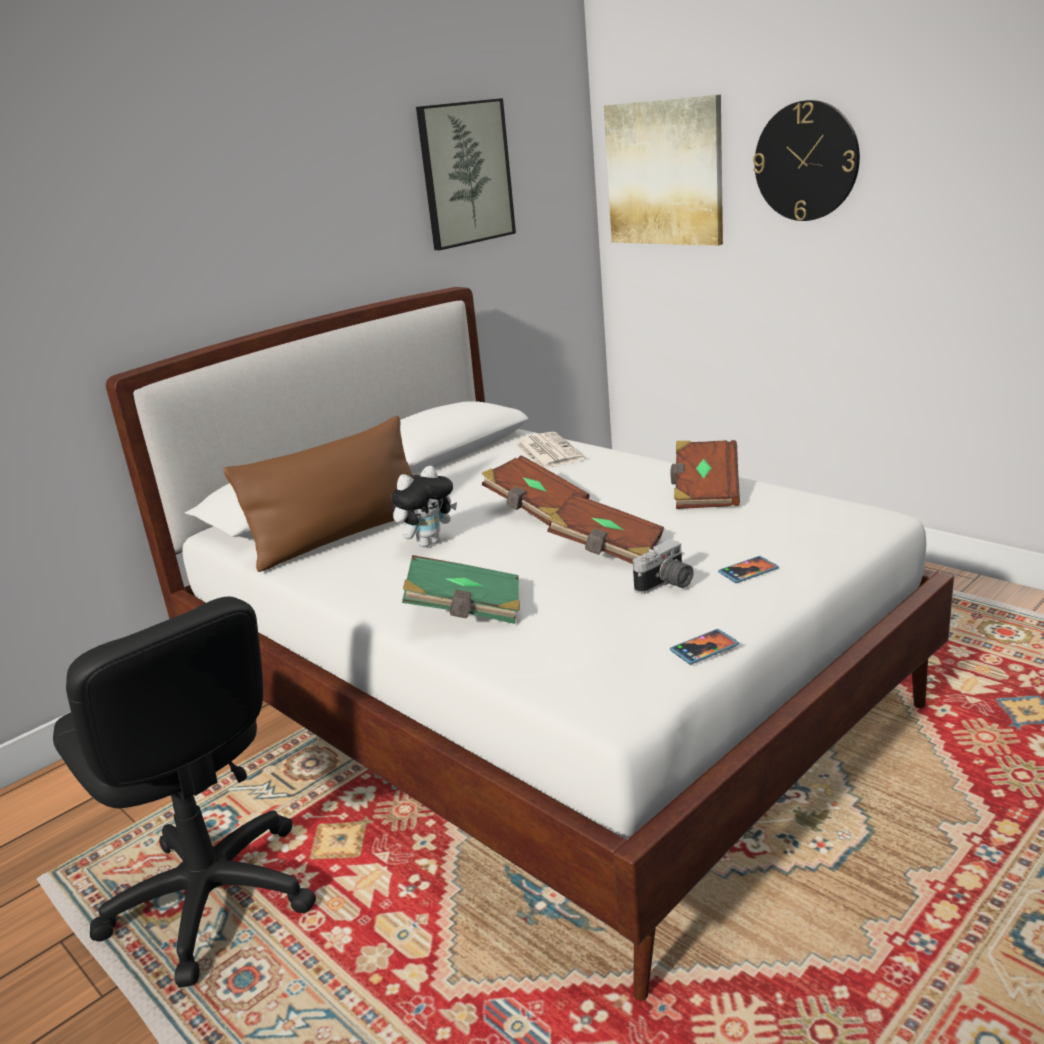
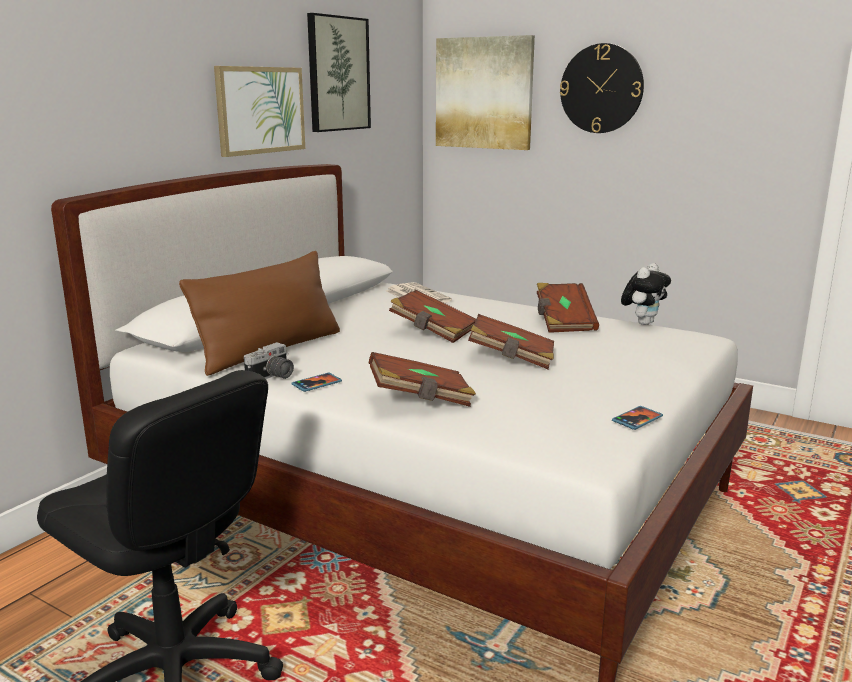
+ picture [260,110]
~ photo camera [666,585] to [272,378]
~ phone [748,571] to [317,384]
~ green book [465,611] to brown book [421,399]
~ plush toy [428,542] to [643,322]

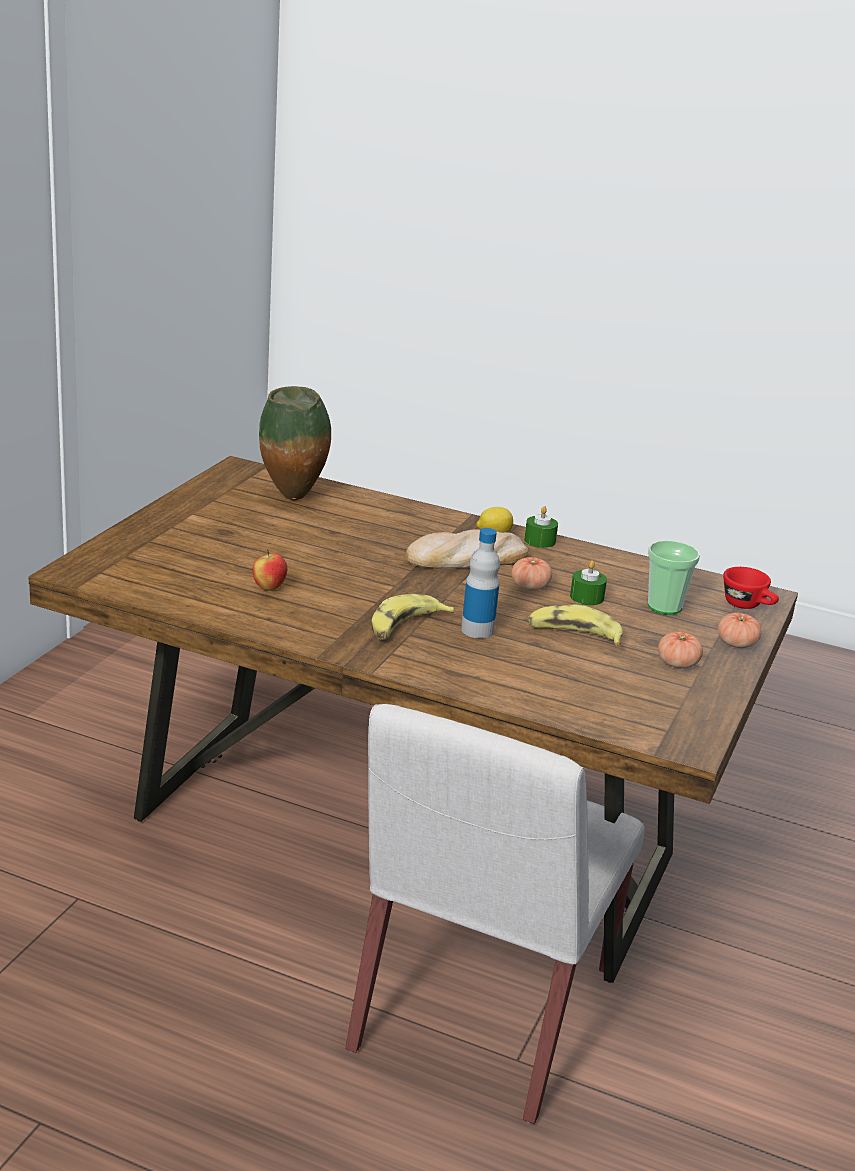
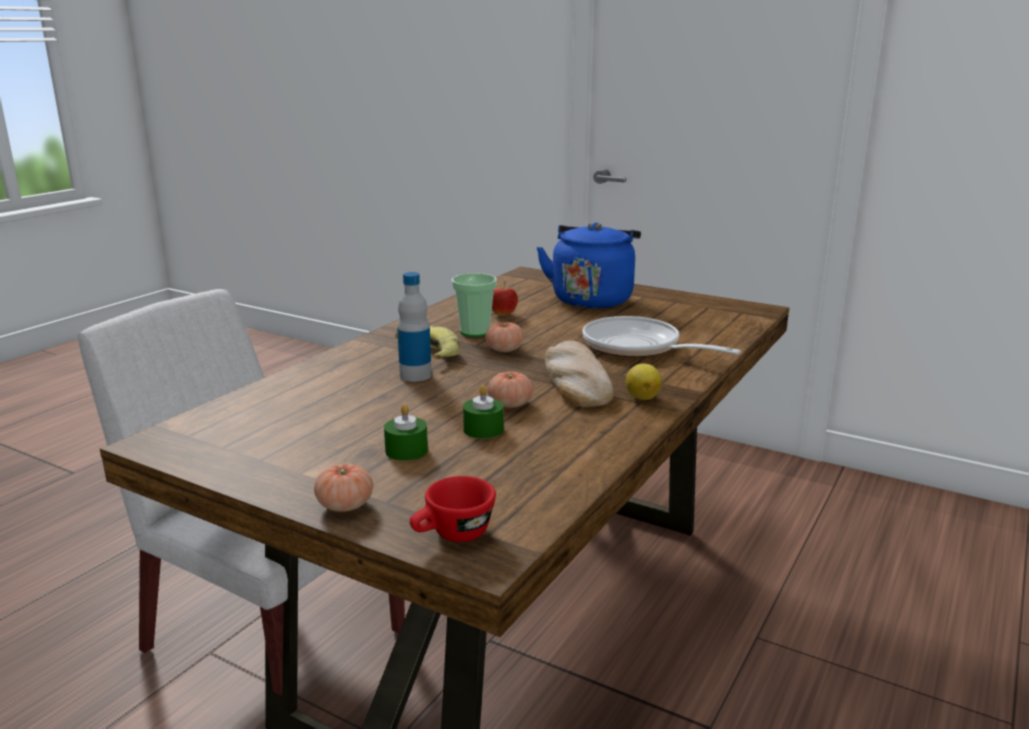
~ green candle [540,541] to [406,451]
~ cup [664,606] to [475,332]
~ tomato [677,663] to [504,349]
+ blue kettle [592,299]
+ frying pan [638,347]
- vase [293,498]
- banana [574,635]

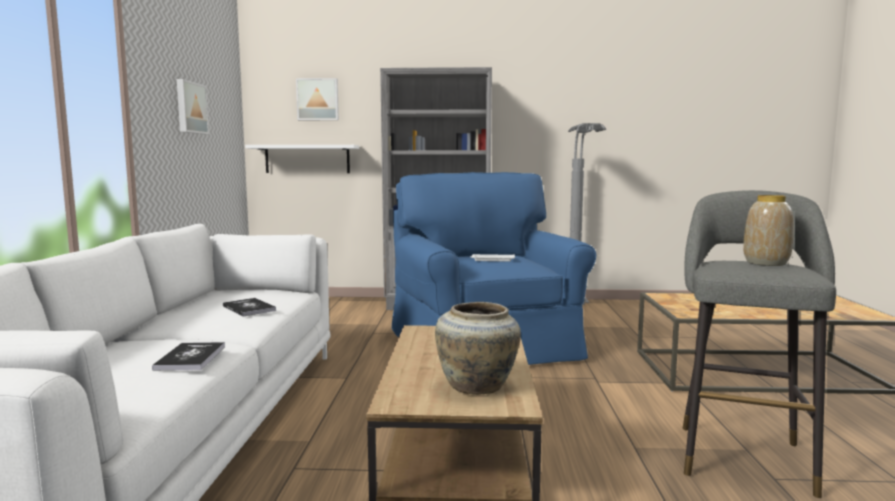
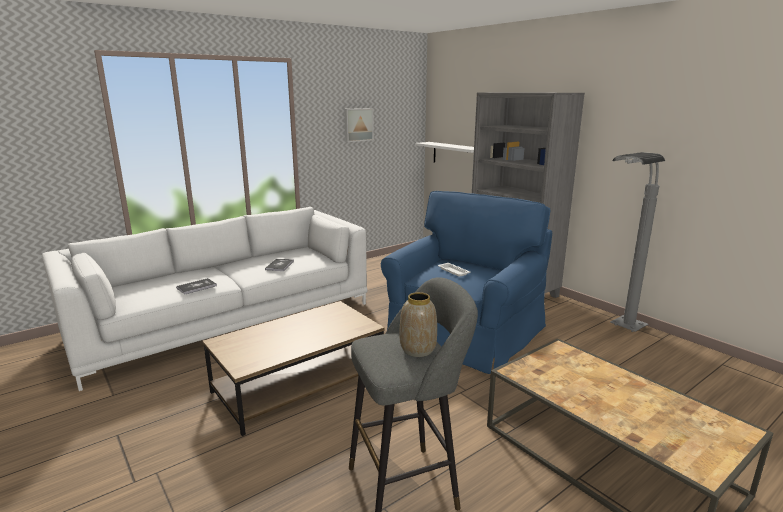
- picture [318,99]
- beige vase [478,387]

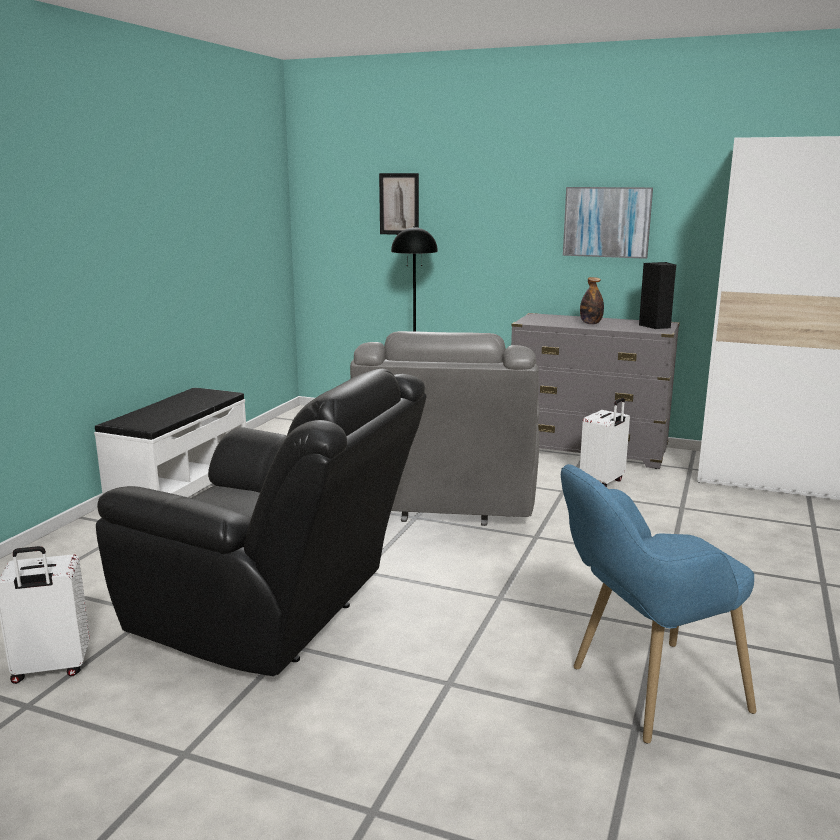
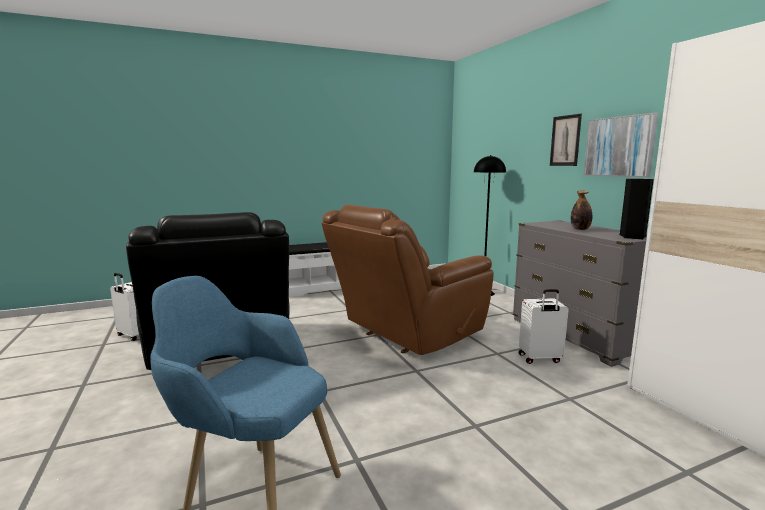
~ grey armchair [448,507] to brown armchair [406,336]
~ picture [399,204] to [565,140]

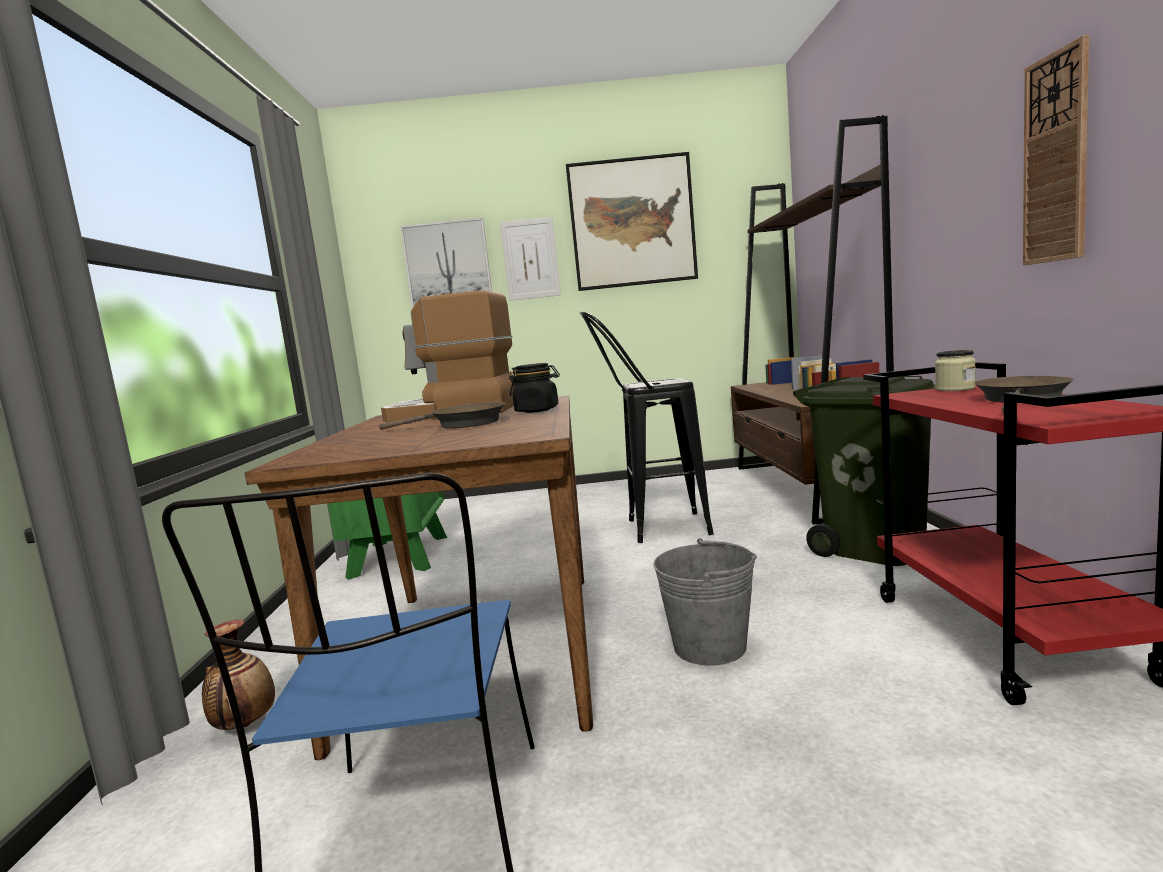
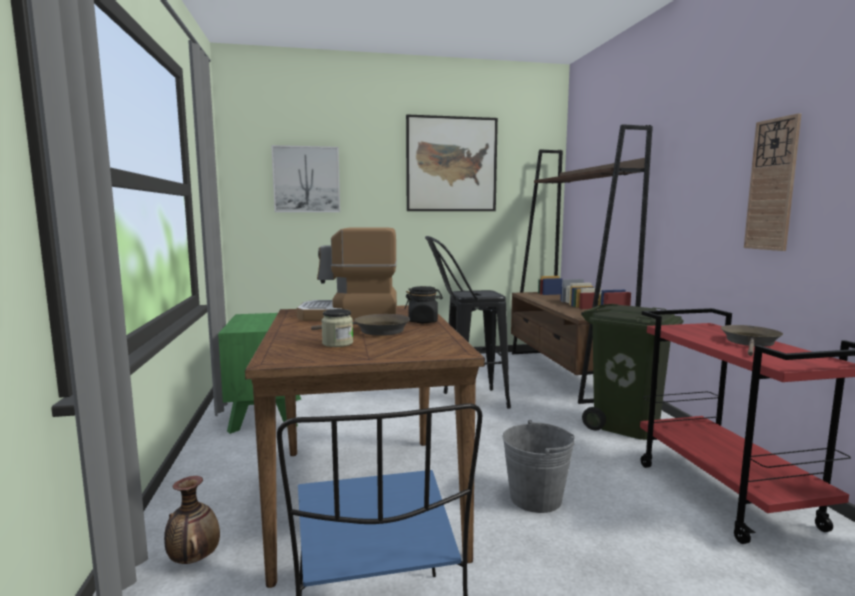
~ jar [955,389] to [337,343]
- picture [530,259]

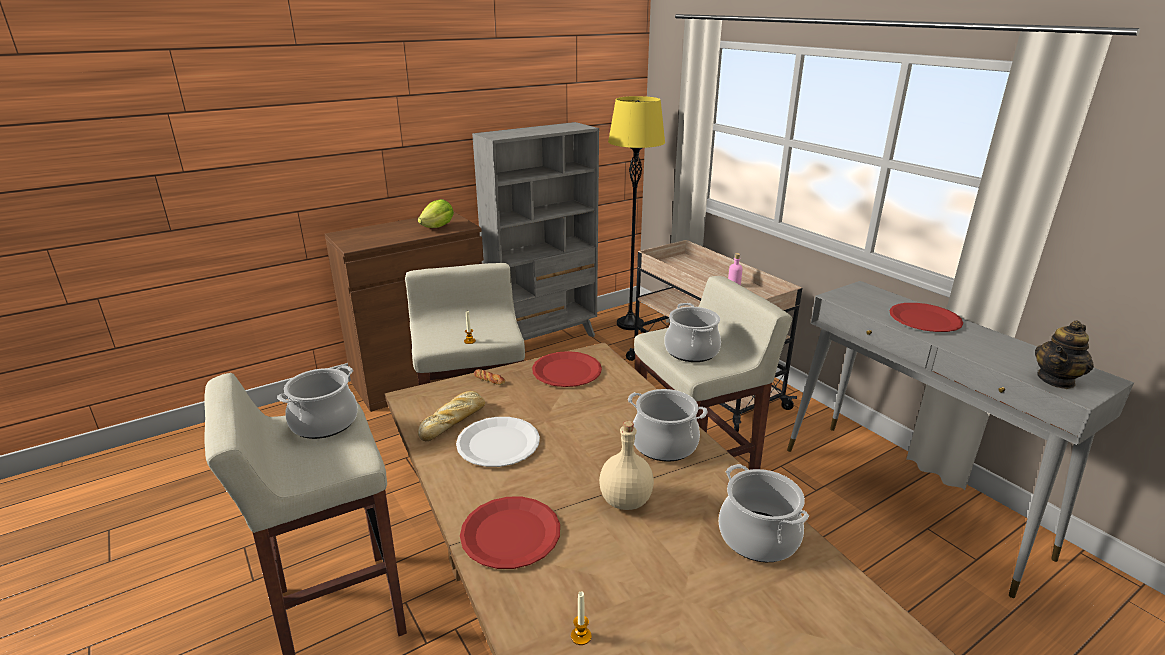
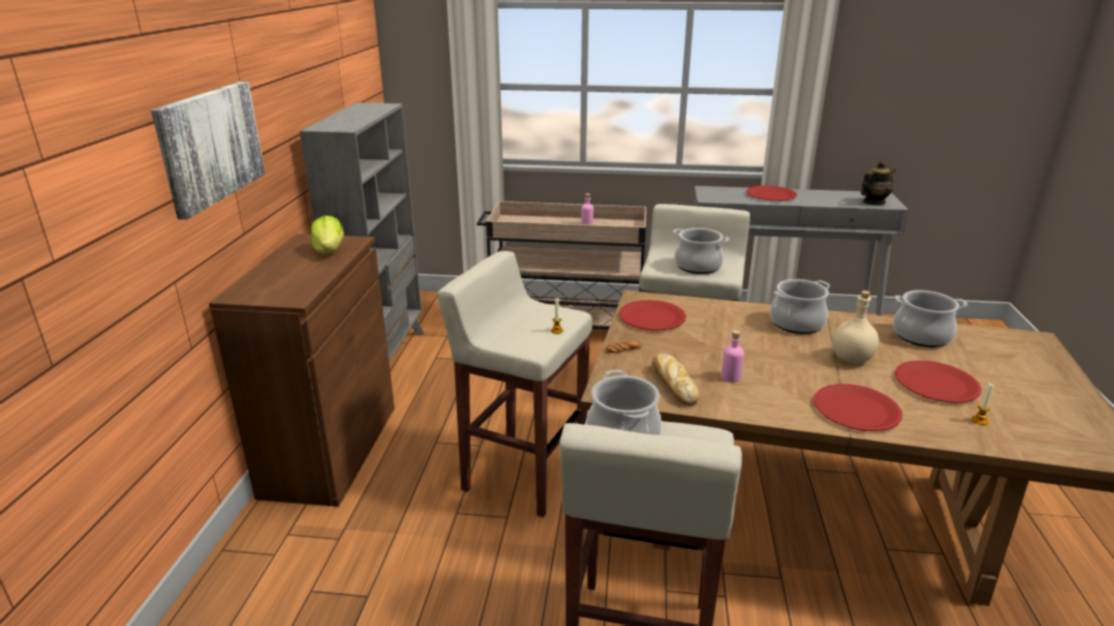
+ picture [210,146]
~ white plate [498,443] to pink bottle [730,377]
~ teapot [1056,380] = [873,202] 120 degrees counterclockwise
+ red plate [936,384]
- yellow floor lamp [630,324]

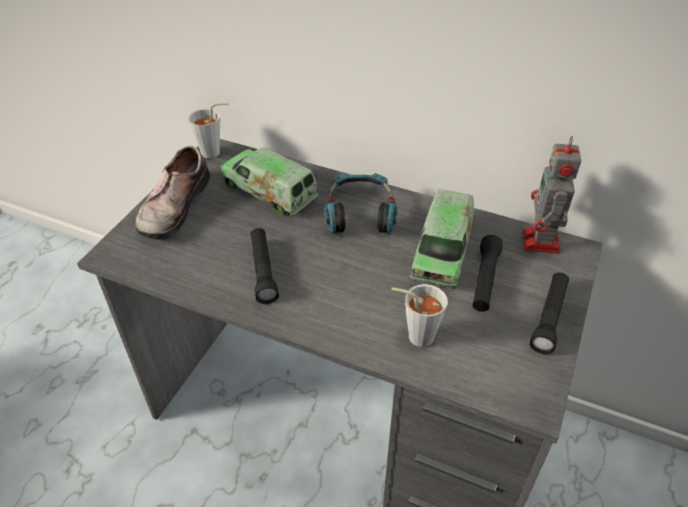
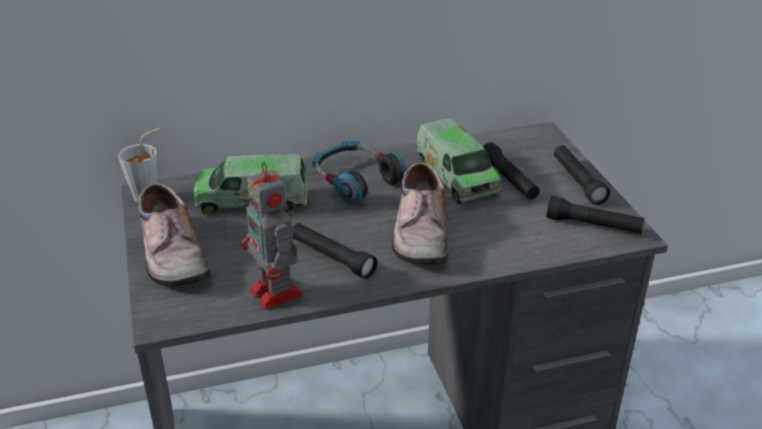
~ toy robot [540,243] to [277,294]
+ shoe [418,232]
+ black flashlight [593,225]
- grey cup [415,335]

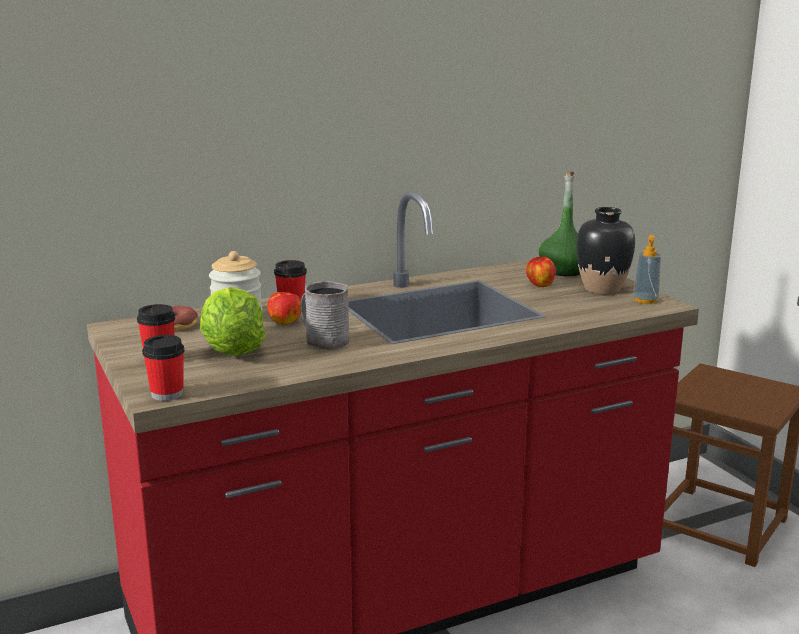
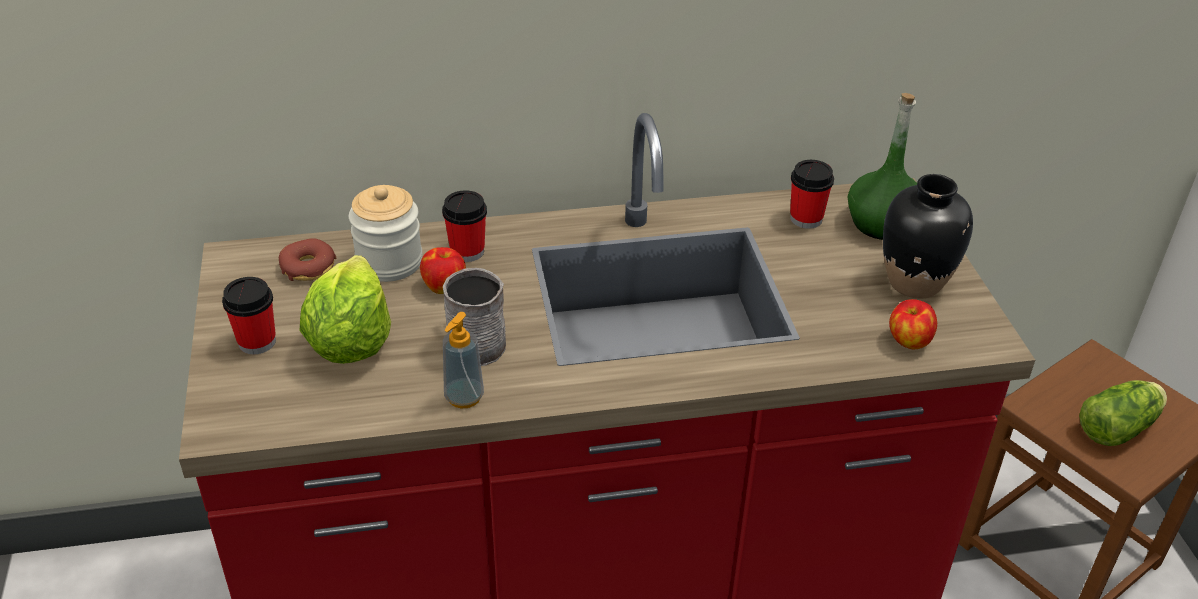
~ soap dispenser [645,300] to [464,397]
~ cup [167,394] to [806,219]
~ apple [540,285] to [908,341]
+ lettuce [1120,427]

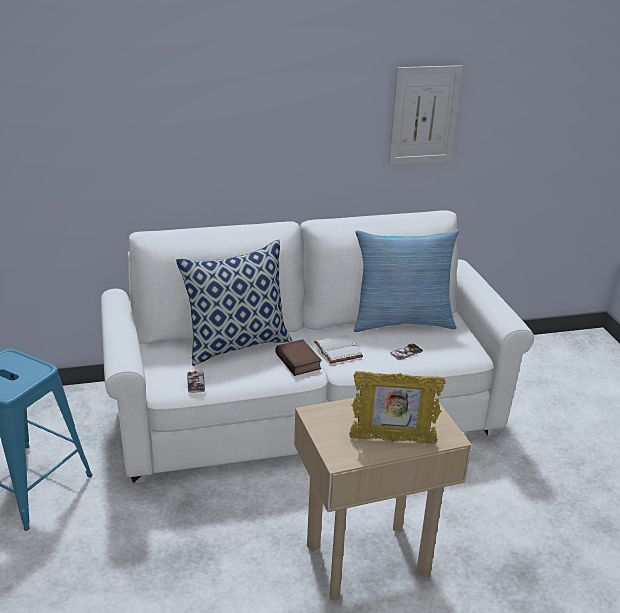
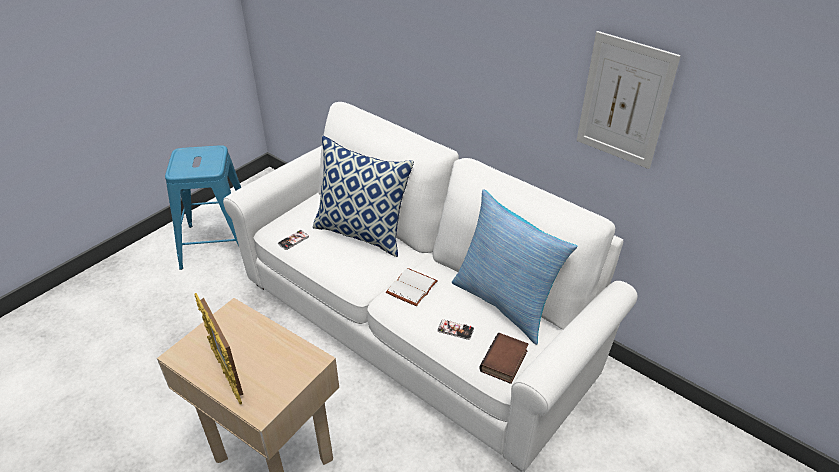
~ book [299,361] to [505,362]

